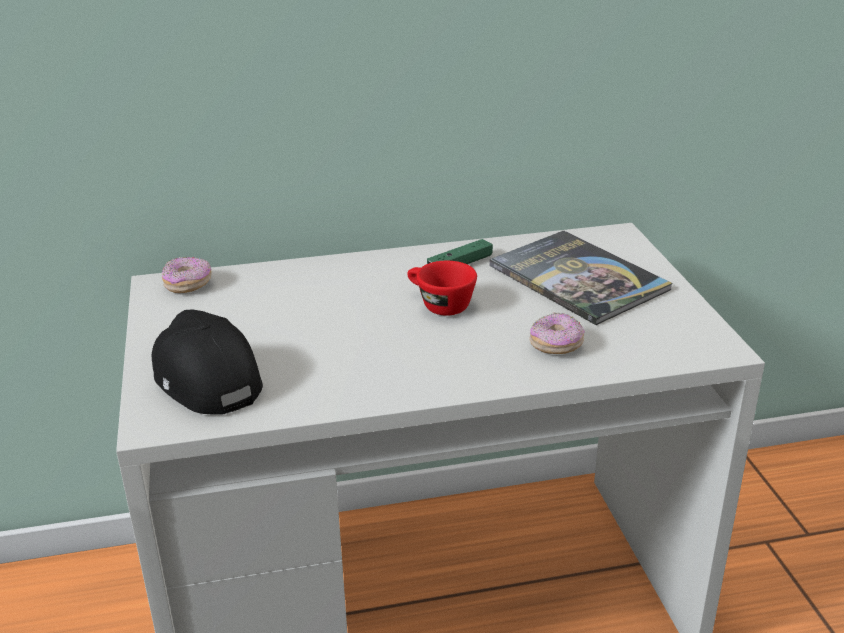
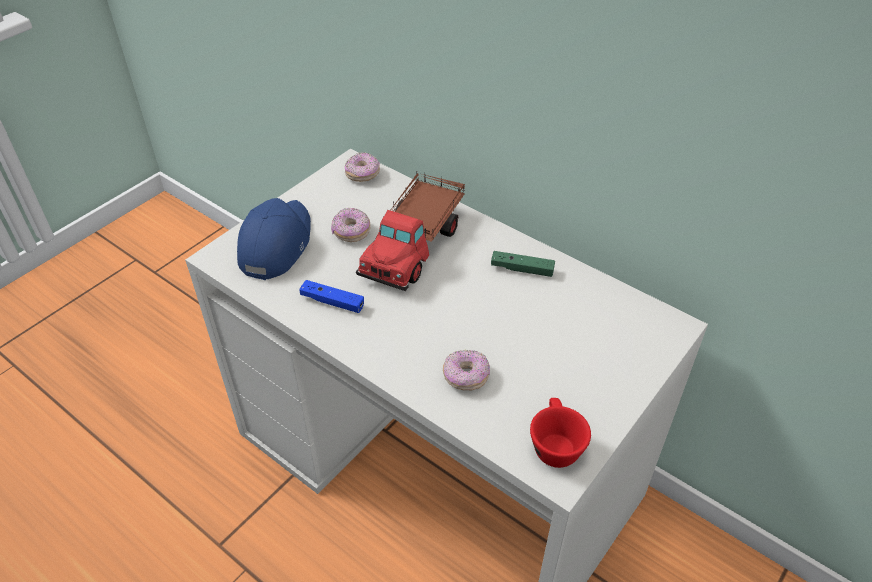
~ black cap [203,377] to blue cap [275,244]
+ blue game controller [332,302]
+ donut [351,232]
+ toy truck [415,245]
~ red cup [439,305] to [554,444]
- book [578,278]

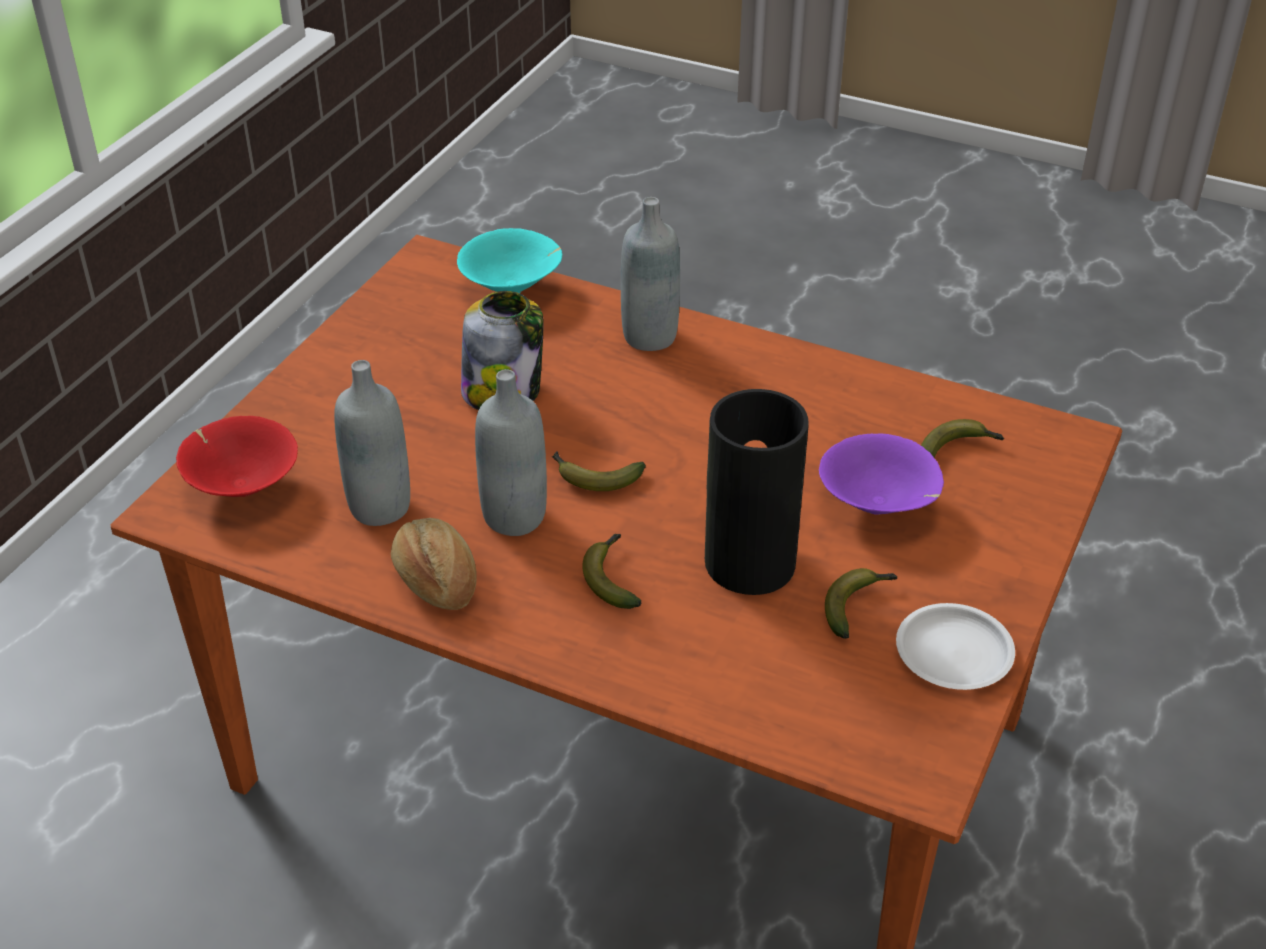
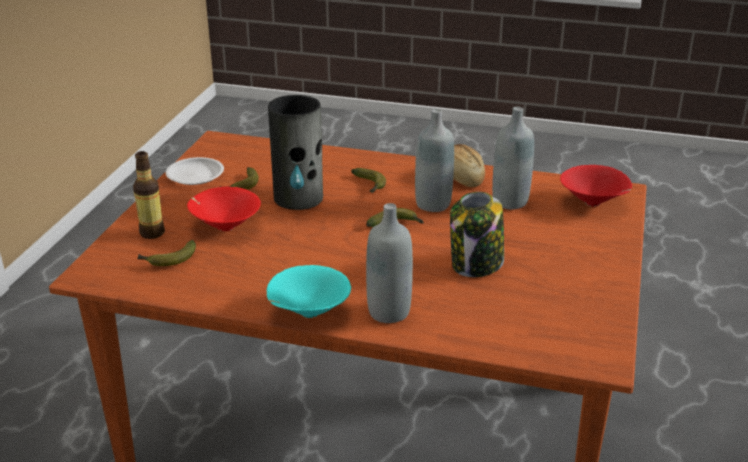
+ bottle [152,233]
~ purple bowl [878,507] to red bowl [224,226]
~ turquoise bowl [513,289] to [308,313]

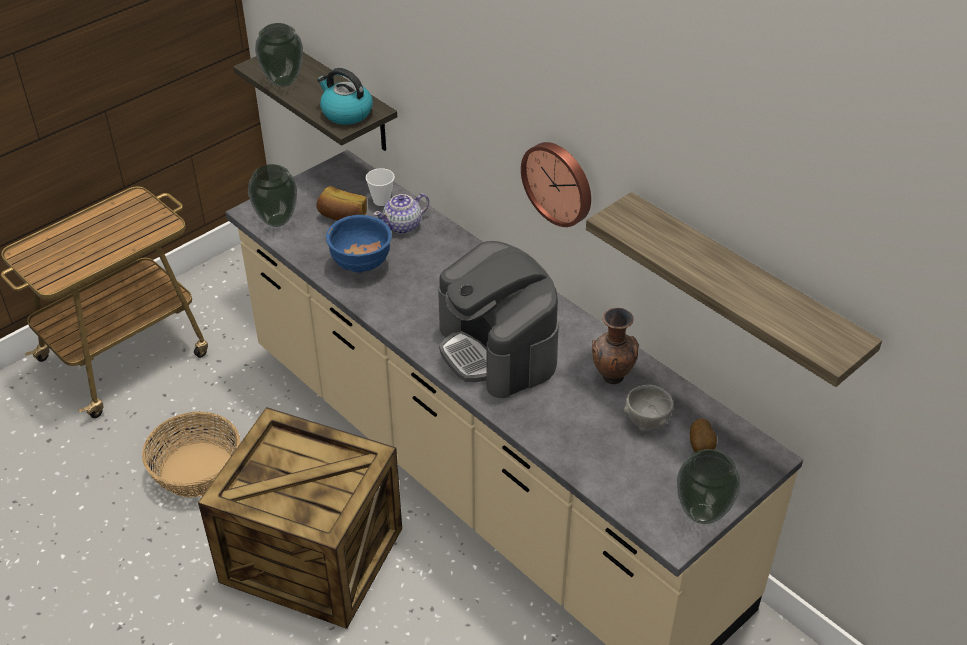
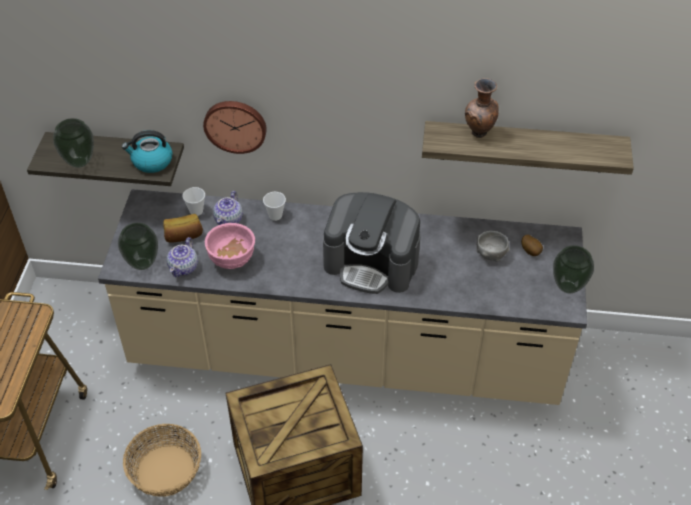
+ teapot [184,267]
~ wall clock [559,182] to [235,125]
~ blue bowl [361,264] to pink bowl [232,260]
+ cup [275,216]
~ brown vase [611,379] to [479,134]

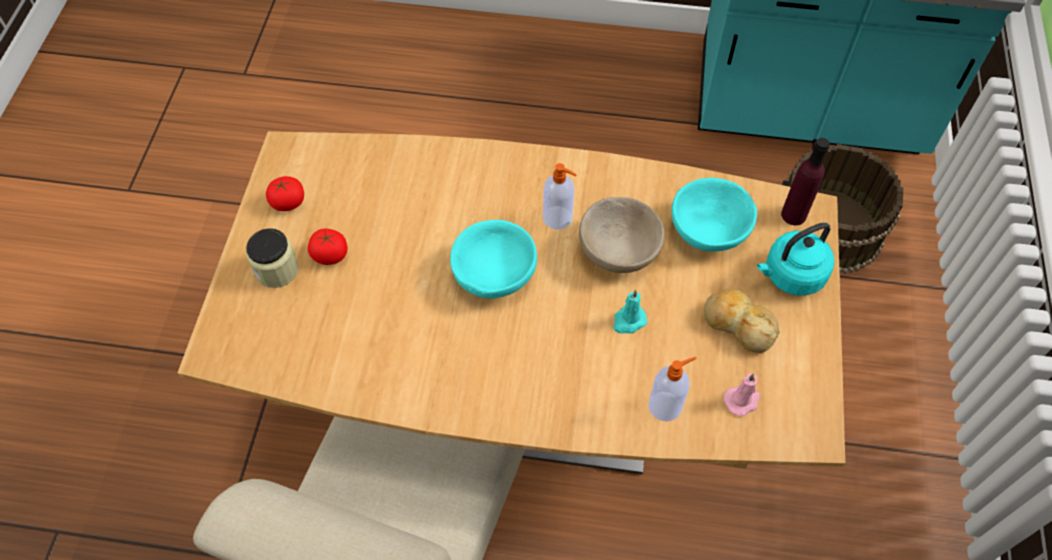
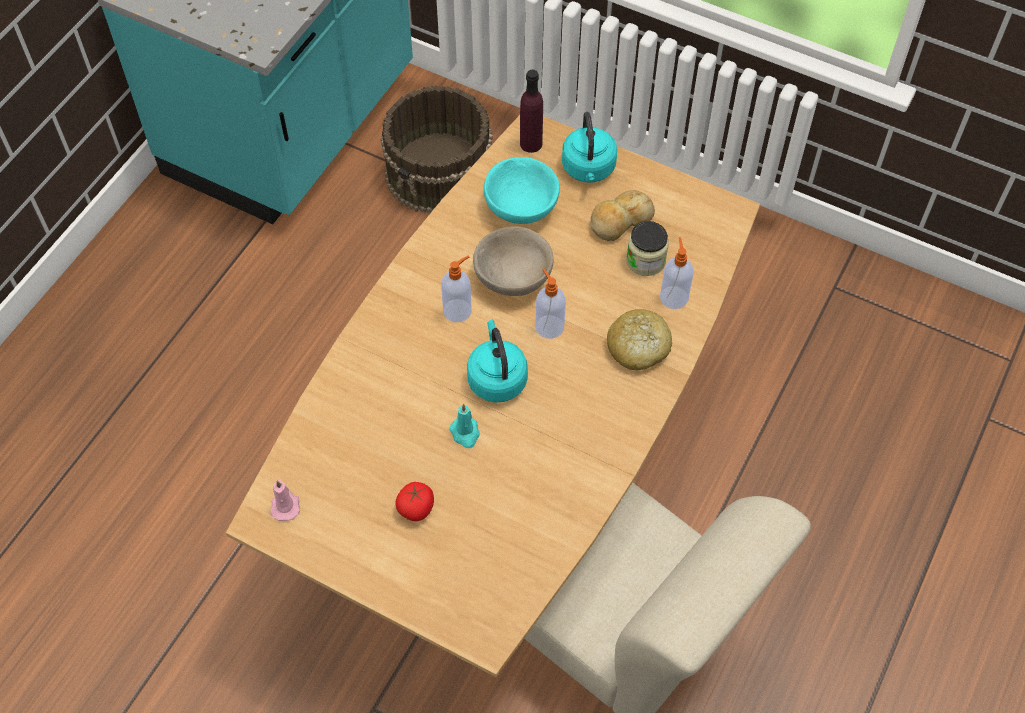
~ pink candle [742,400] to [285,505]
~ turquoise candle [628,321] to [465,433]
~ turquoise bowl [494,274] to turquoise kettle [496,378]
+ soap dispenser [549,326]
+ bread [638,347]
~ jar [277,270] to [645,260]
- tomato [288,203]

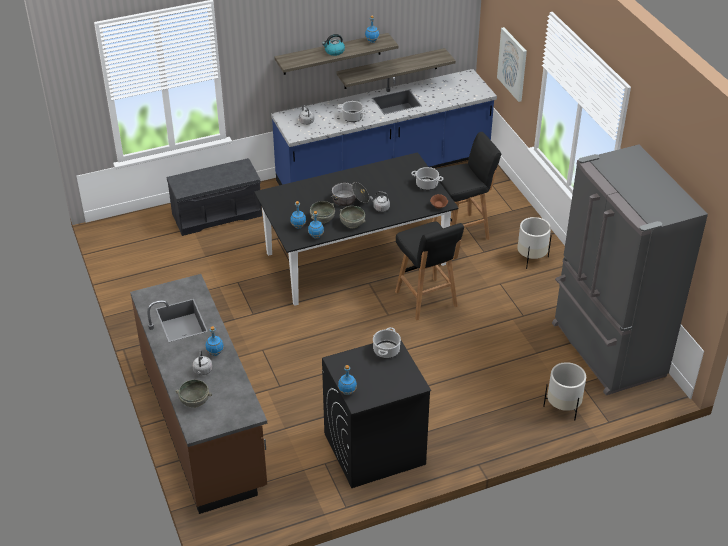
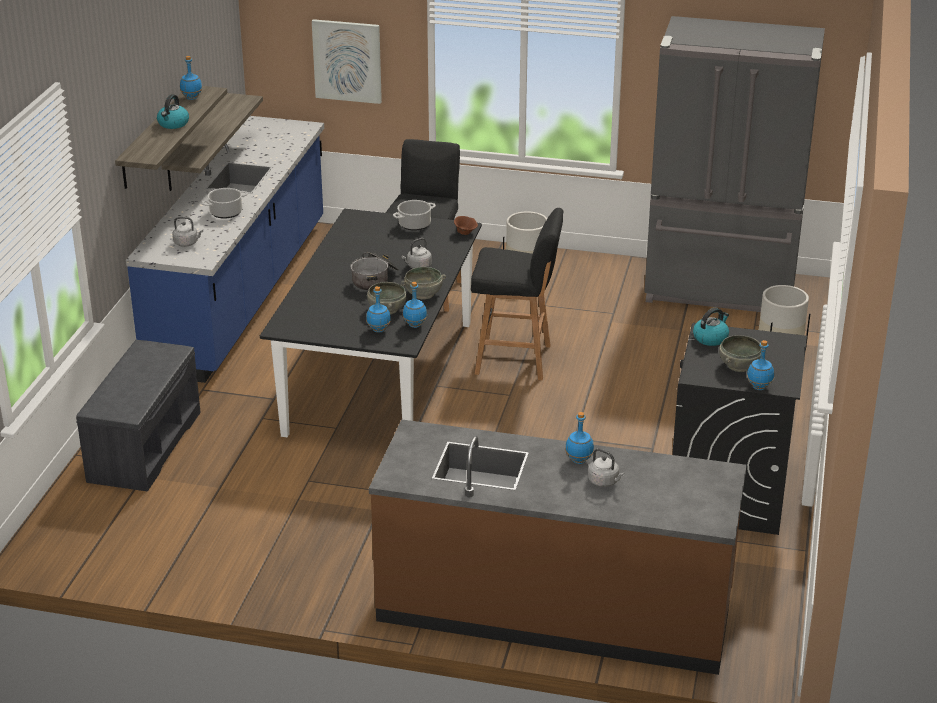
~ cooking pot [386,350] to kettle [710,338]
~ grey bowl [195,401] to [739,365]

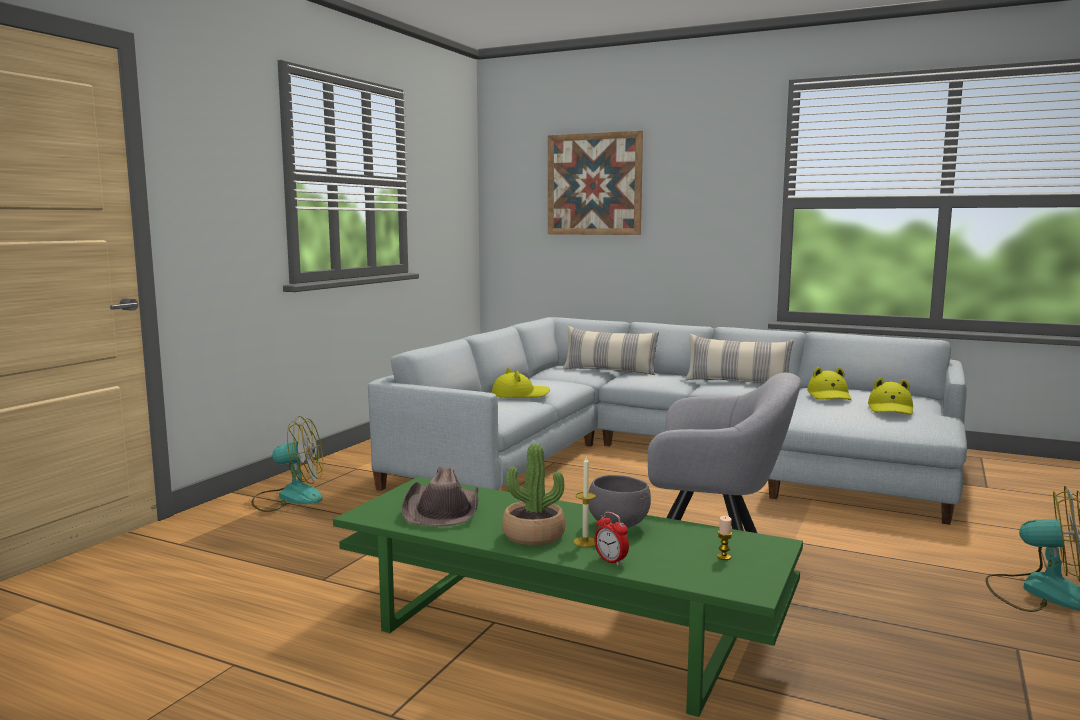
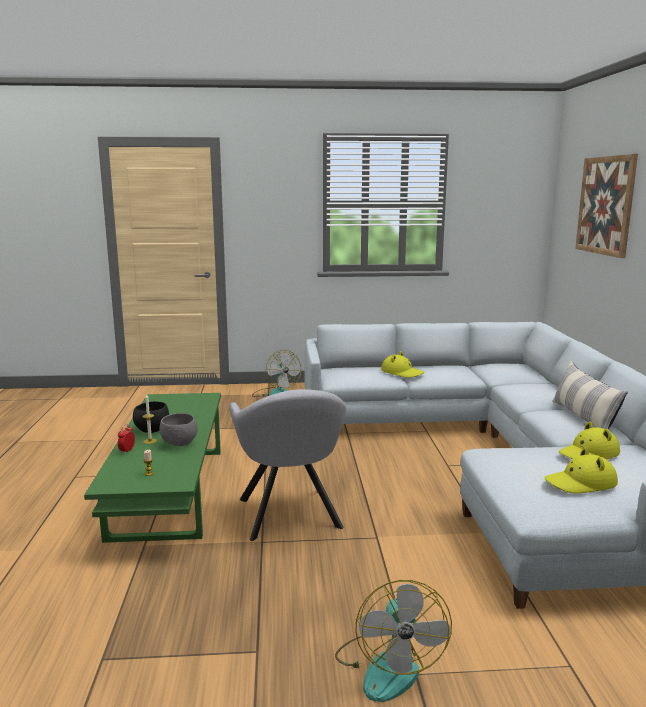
~ potted plant [533,536] to black bowl [151,430]
- brown hat [442,509]
- pillow [609,371]

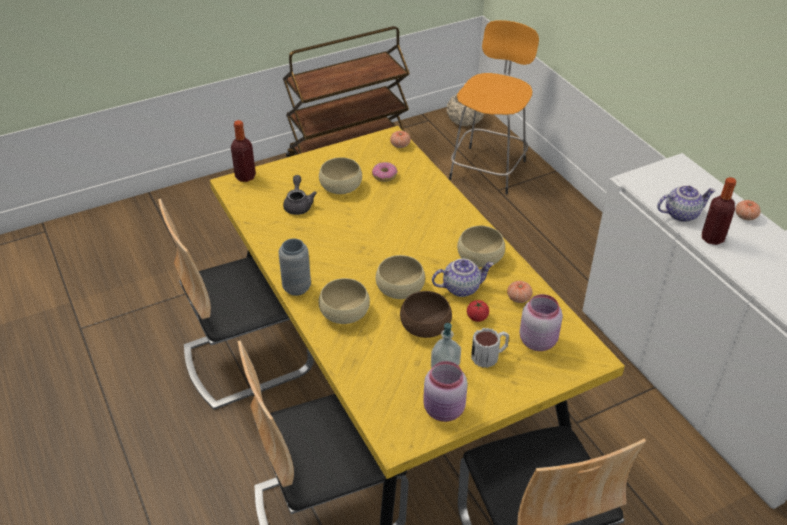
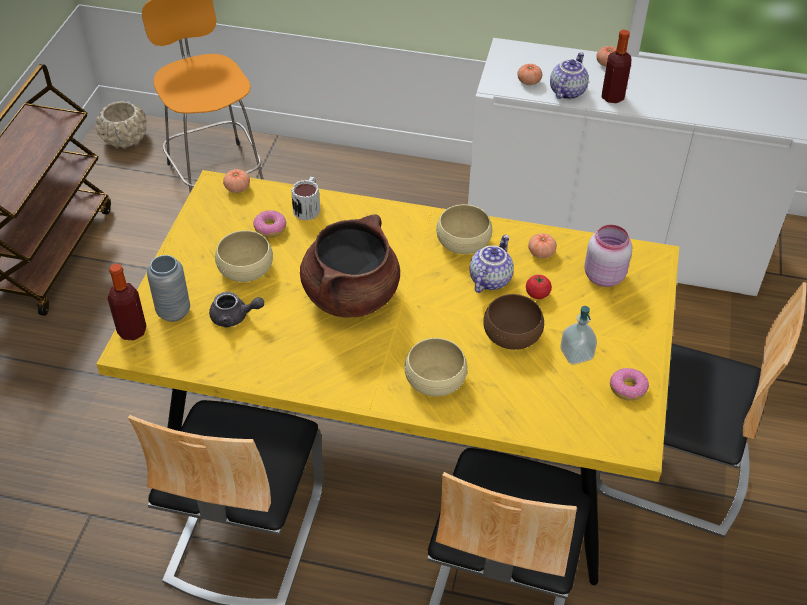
~ grey vase [297,288] to [173,312]
~ grey teapot [298,205] = [234,317] 150 degrees clockwise
~ mug [490,355] to [308,207]
+ brown cooking pot [351,295]
+ tomato [529,81]
~ pink jar [444,410] to donut [628,388]
- beige bowl [400,288]

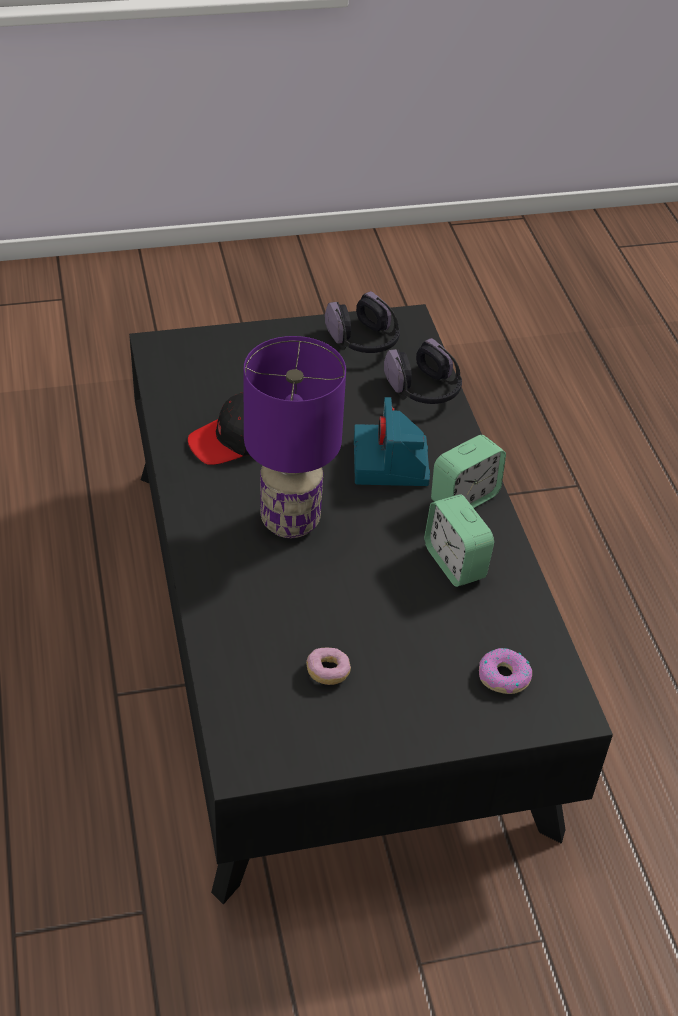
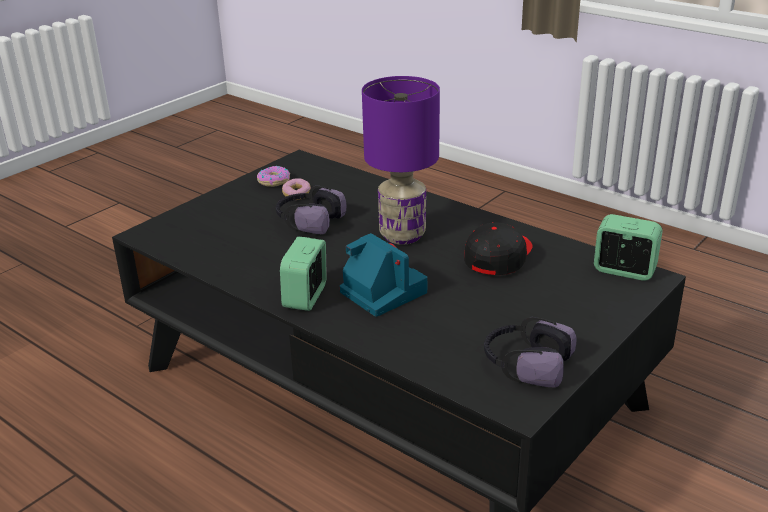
~ donut [503,677] to [274,181]
~ headphones [423,390] to [309,221]
~ alarm clock [455,562] to [624,271]

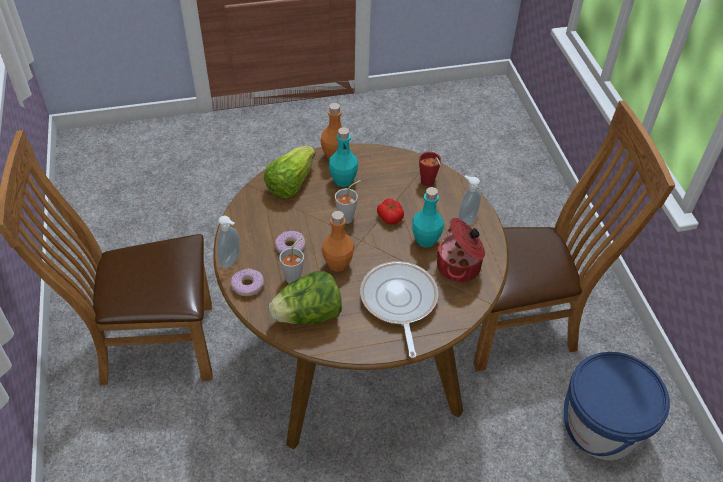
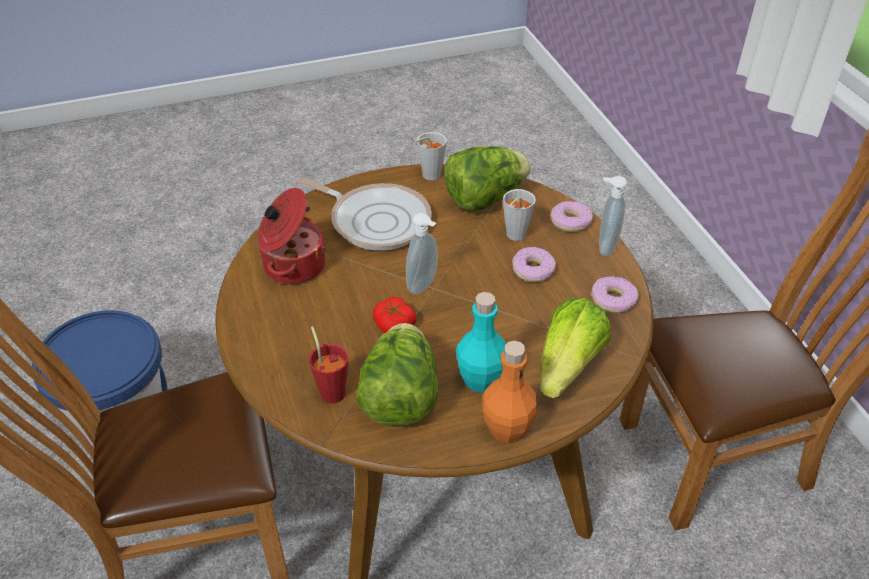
~ frying pan [398,302] = [376,220] 45 degrees counterclockwise
+ lettuce [399,397]
~ soap dispenser [465,220] to [424,286]
~ grey cup [349,217] to [428,176]
+ donut [613,300]
- orange bottle [338,264]
- turquoise bottle [426,240]

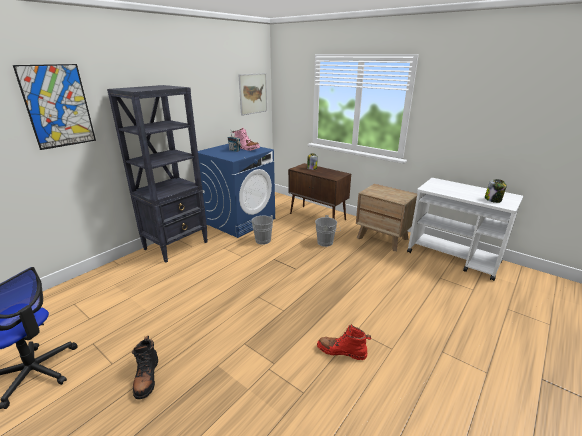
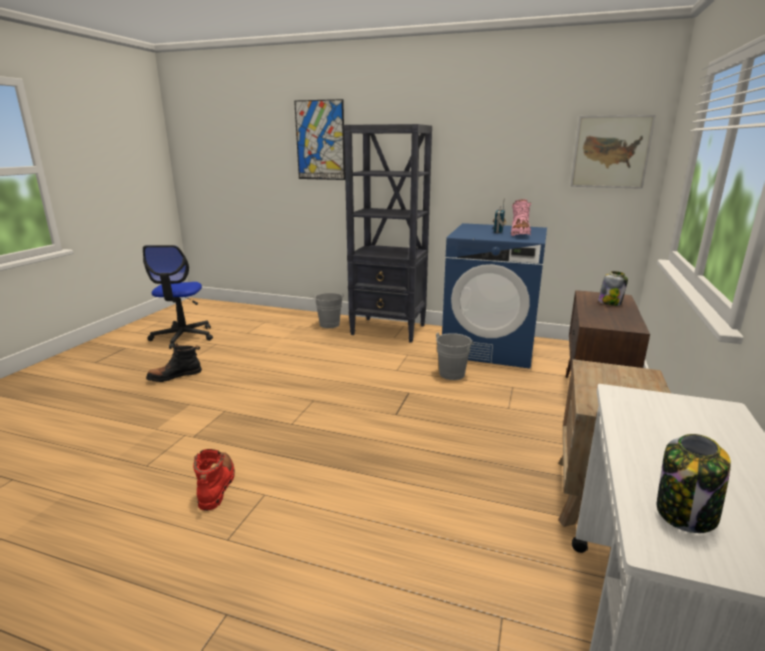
~ grey bucket [327,242] to [329,325]

